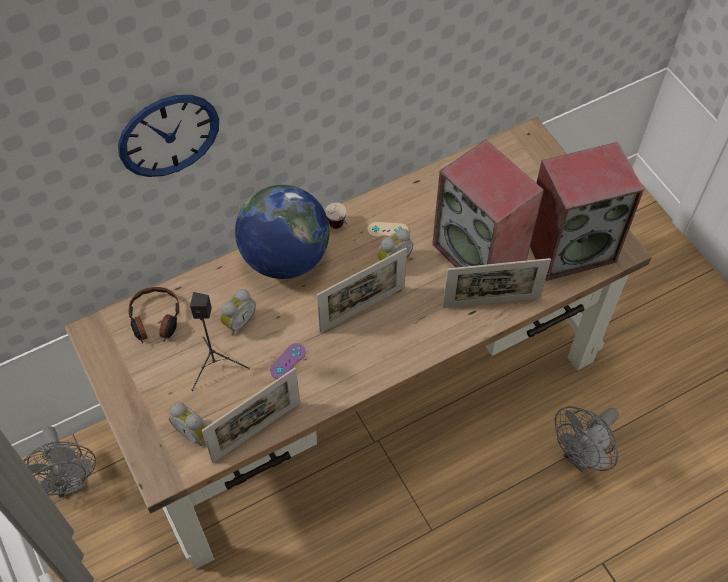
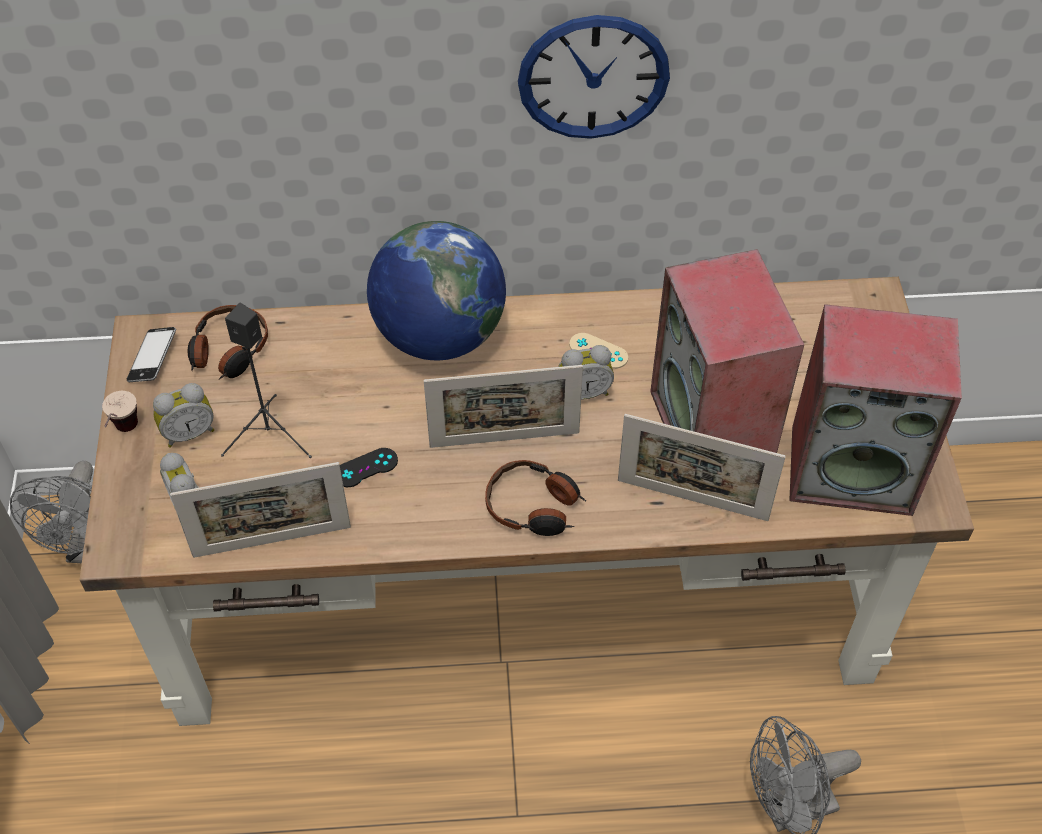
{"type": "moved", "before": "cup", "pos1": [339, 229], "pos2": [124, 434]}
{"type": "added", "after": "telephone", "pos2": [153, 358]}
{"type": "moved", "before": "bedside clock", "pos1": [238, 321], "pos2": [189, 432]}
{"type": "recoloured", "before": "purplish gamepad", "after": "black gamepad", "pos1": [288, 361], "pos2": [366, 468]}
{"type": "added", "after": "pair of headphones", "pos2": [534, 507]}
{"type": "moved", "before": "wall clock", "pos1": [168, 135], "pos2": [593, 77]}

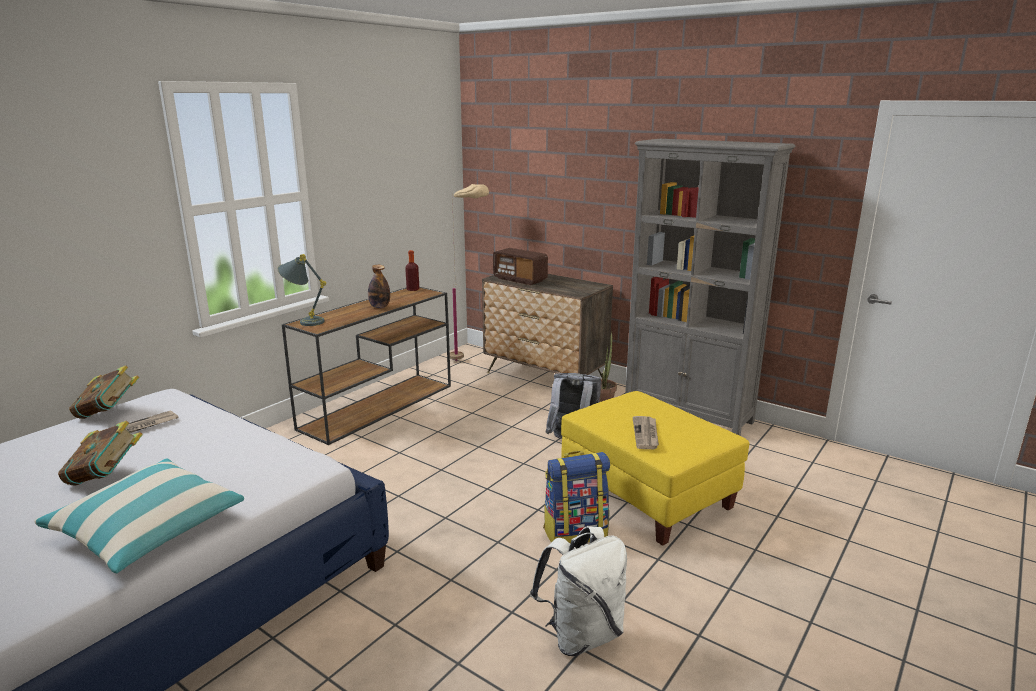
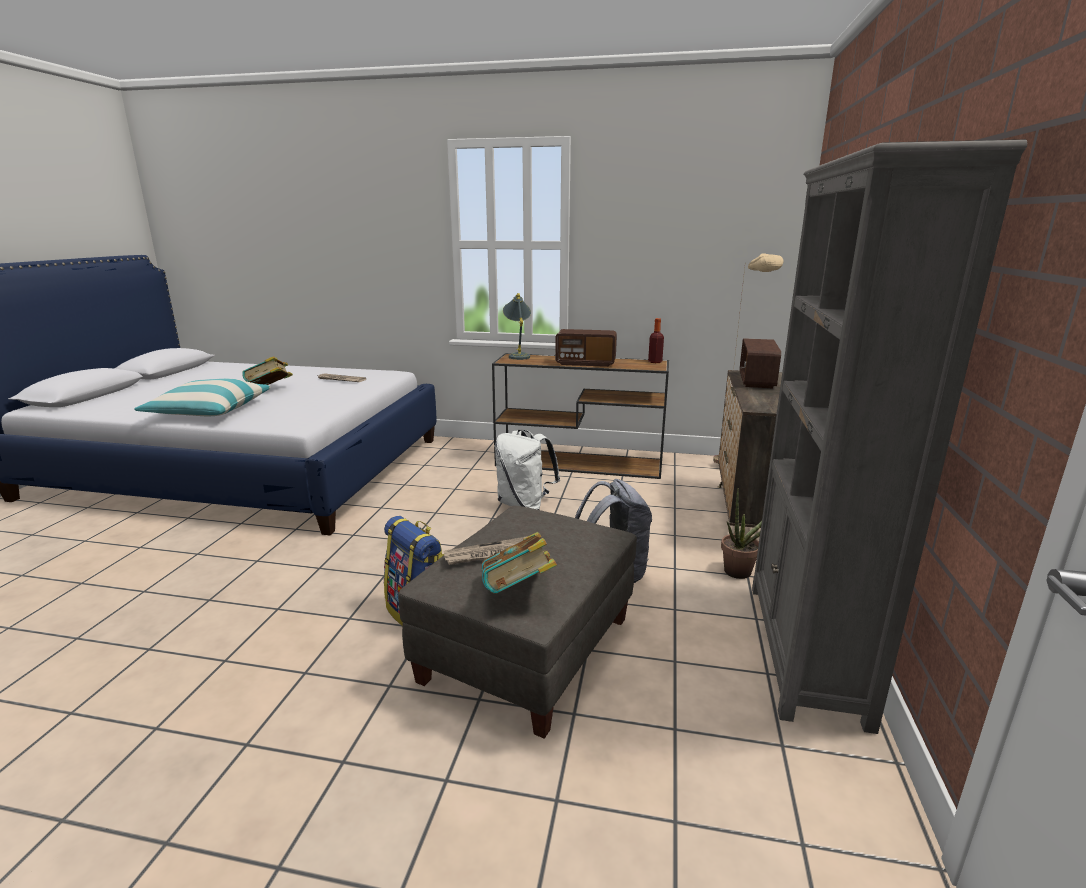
{"type": "recoloured", "before": "yellow footrest", "after": "grey footrest", "pos1": [646, 496], "pos2": [527, 651]}
{"type": "moved", "before": "book", "pos1": [109, 414], "pos2": [518, 592]}
{"type": "moved", "before": "white knapsack", "pos1": [581, 634], "pos2": [525, 505]}
{"type": "replaced", "before": "drink bottle", "after": "radio", "pos1": [379, 307], "pos2": [585, 363]}

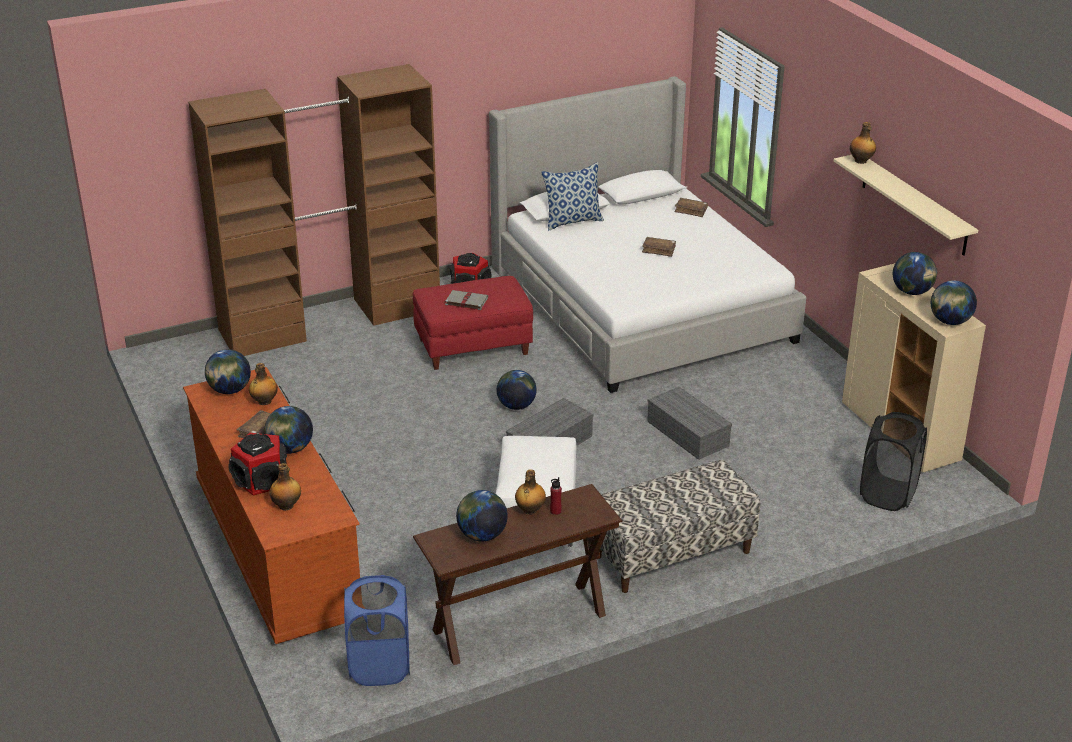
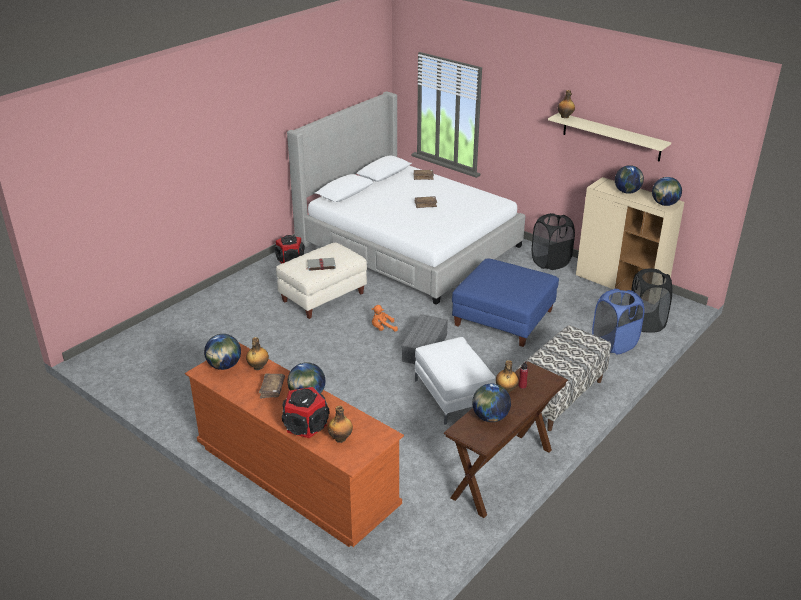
{"type": "recoloured", "before": "reddish footrest", "after": "sand-coloured footrest", "pos1": [473, 346], "pos2": [323, 297]}
{"type": "replaced", "before": "desk globe", "after": "orangey plush toy", "pos1": [516, 406], "pos2": [382, 328]}
{"type": "replaced", "before": "grey storage bin", "after": "blue-coloured footrest", "pos1": [689, 434], "pos2": [504, 317]}
{"type": "added", "after": "black washing basket", "pos2": [550, 262]}
{"type": "moved", "before": "blue-coloured washing basket", "pos1": [380, 666], "pos2": [614, 344]}
{"type": "removed", "before": "brown armoire", "pos1": [331, 319]}
{"type": "removed", "before": "pillow", "pos1": [573, 221]}

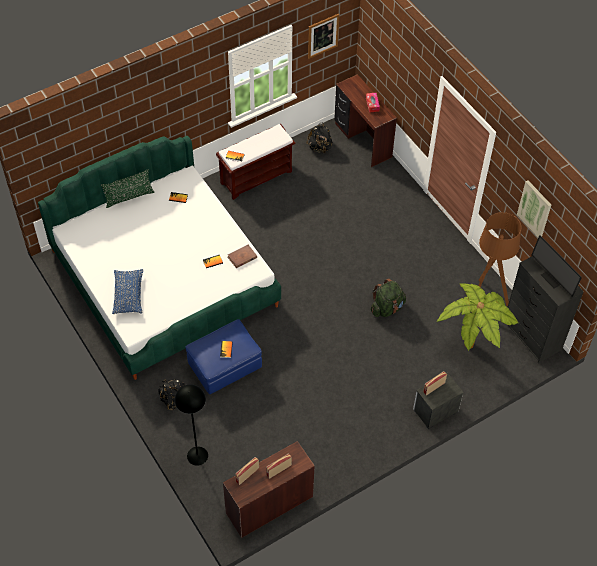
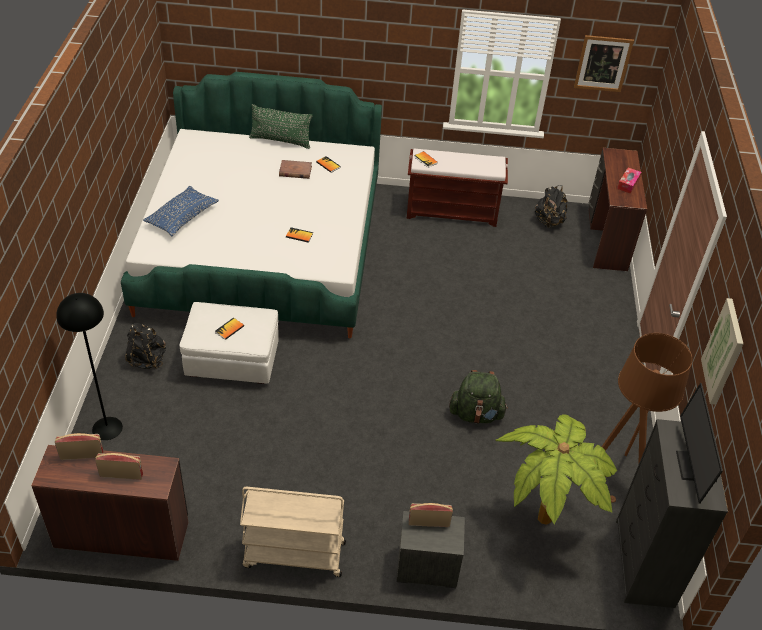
{"type": "recoloured", "before": "blue-coloured footrest", "after": "white footrest", "pos1": [224, 366], "pos2": [232, 360]}
{"type": "added", "after": "sand-coloured trolley", "pos2": [293, 555]}
{"type": "moved", "before": "brown book", "pos1": [242, 257], "pos2": [295, 171]}

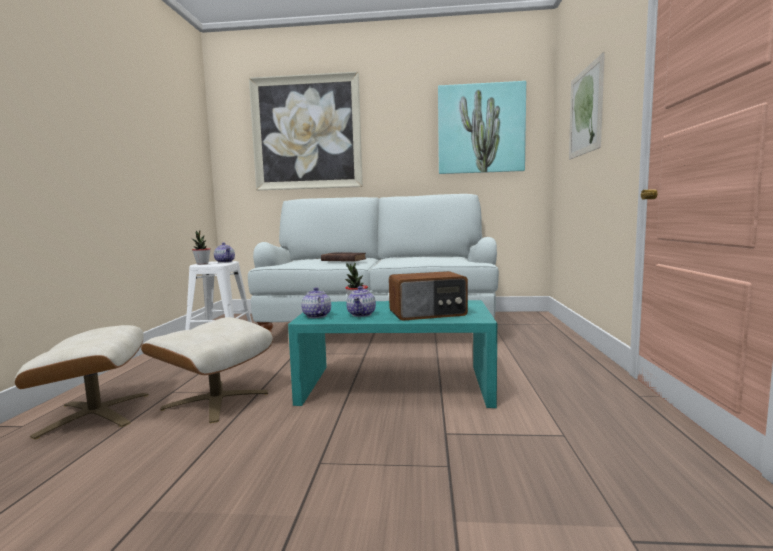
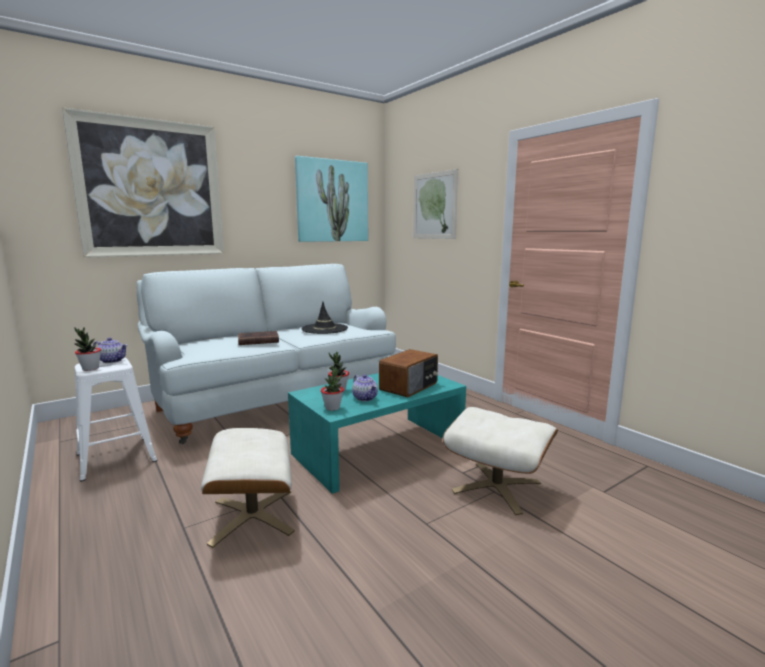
{"type": "added", "after": "black wearable hat", "pos2": [324, 329]}
{"type": "replaced", "before": "pot for tea", "after": "potted plant", "pos1": [316, 316], "pos2": [332, 408]}
{"type": "moved", "before": "sand-coloured footrest", "pos1": [96, 414], "pos2": [497, 486]}

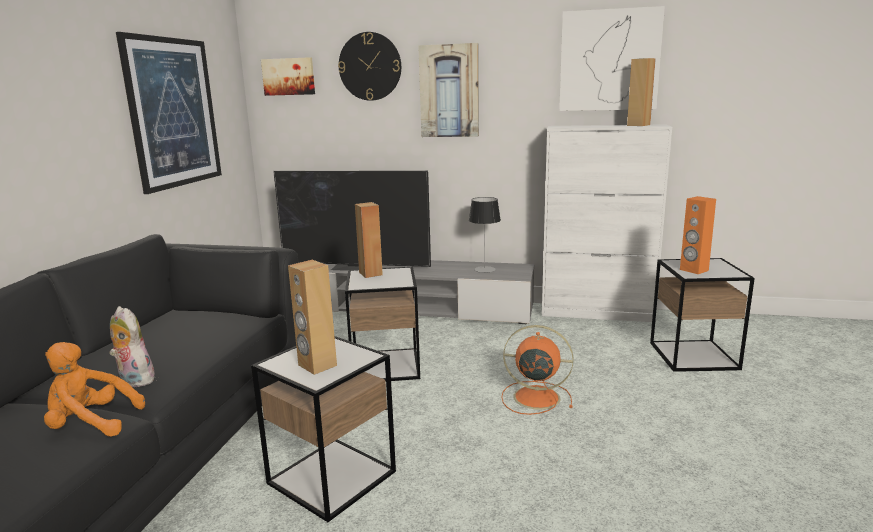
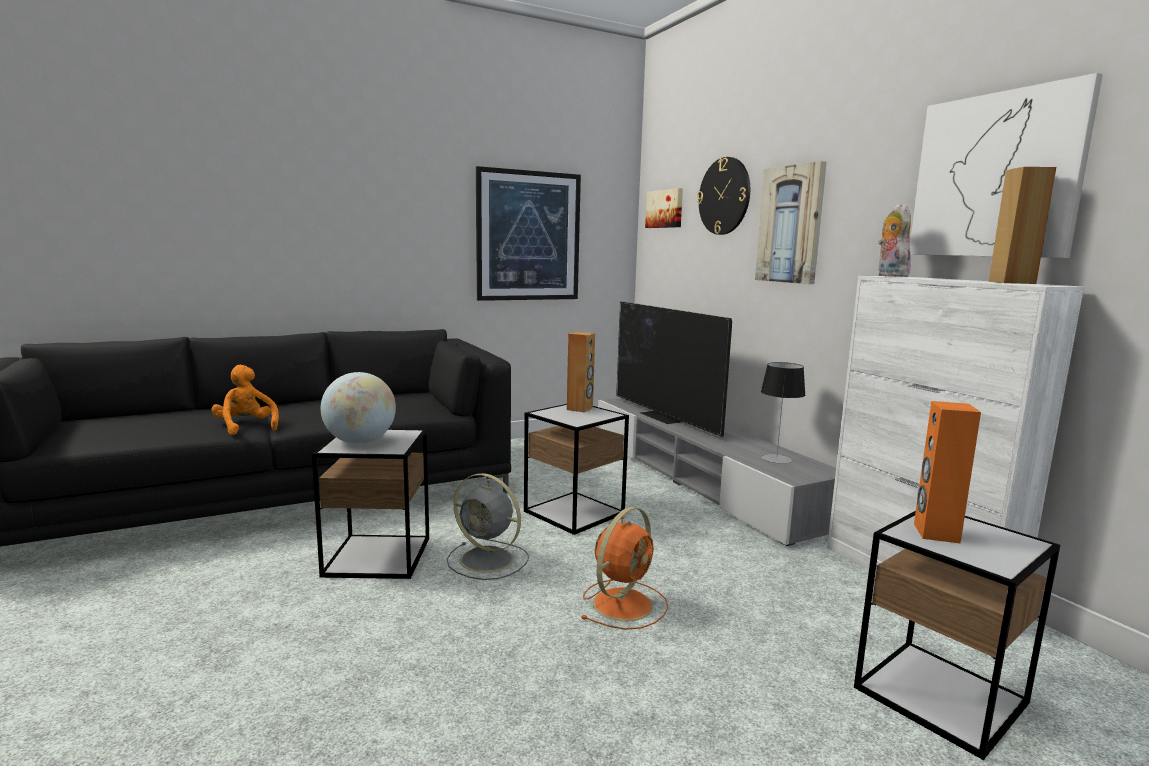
{"type": "replaced", "before": "brown loudspeaker", "after": "desk globe", "pos1": [317, 365], "pos2": [360, 442]}
{"type": "added", "after": "grey cooling fan", "pos2": [488, 560]}
{"type": "turned", "before": "orangey cooling fan", "pos1": [534, 397], "pos2": [624, 603], "turn": 60}
{"type": "moved", "before": "plush toy", "pos1": [134, 380], "pos2": [889, 276]}

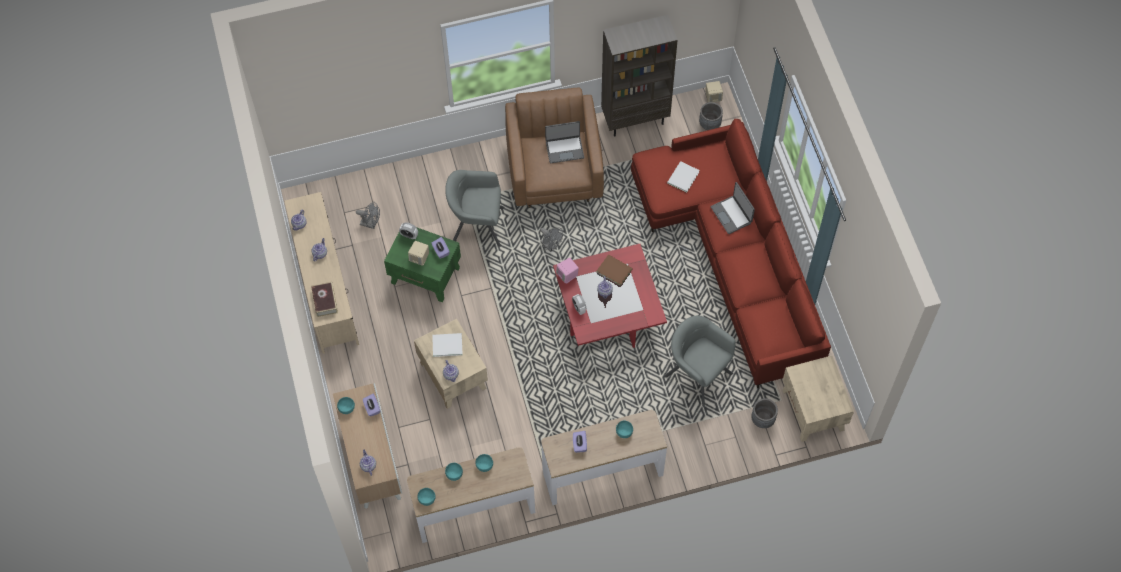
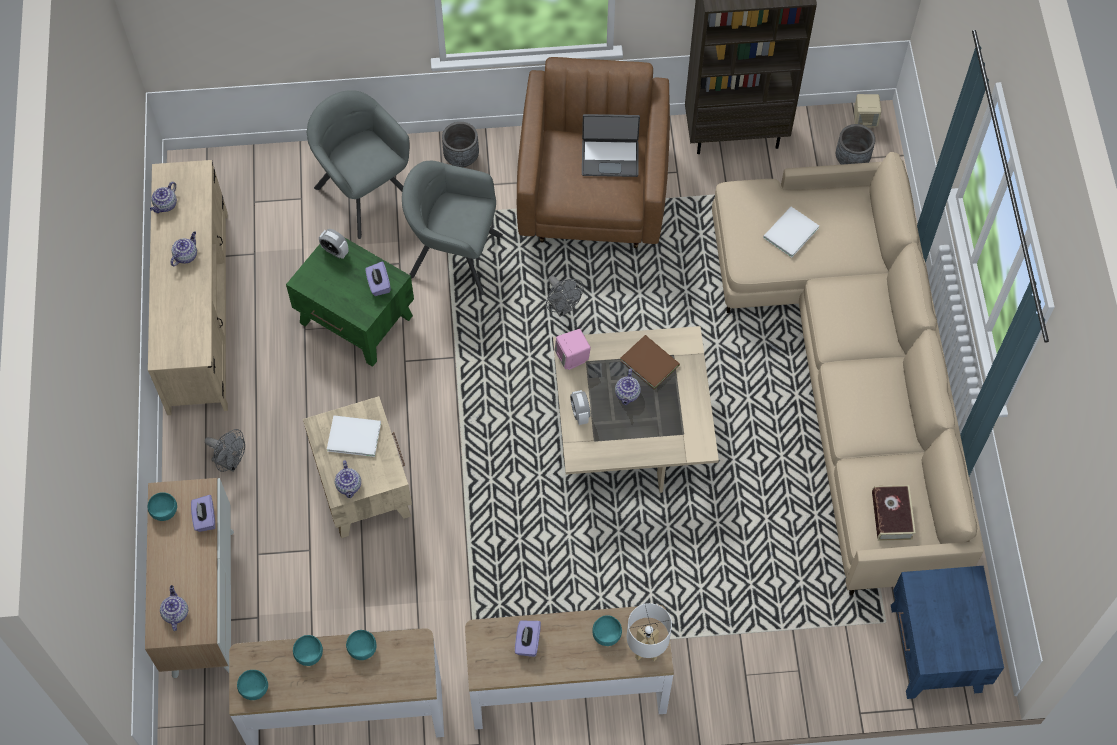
{"type": "moved", "before": "grey cooling fan", "pos1": [371, 224], "pos2": [230, 462]}
{"type": "moved", "before": "grey easy chair", "pos1": [698, 374], "pos2": [365, 193]}
{"type": "moved", "before": "grey planter", "pos1": [762, 419], "pos2": [461, 157]}
{"type": "recoloured", "before": "reddish low table", "after": "sand-coloured low table", "pos1": [608, 313], "pos2": [631, 430]}
{"type": "added", "after": "white table lamp", "pos2": [646, 650]}
{"type": "recoloured", "before": "reddish couch", "after": "sand-coloured couch", "pos1": [732, 255], "pos2": [849, 372]}
{"type": "moved", "before": "book", "pos1": [325, 301], "pos2": [891, 516]}
{"type": "recoloured", "before": "sand-coloured accent table", "after": "blue-coloured accent table", "pos1": [812, 410], "pos2": [935, 649]}
{"type": "removed", "before": "sand-coloured loudspeaker", "pos1": [419, 258]}
{"type": "removed", "before": "portable computer", "pos1": [732, 215]}

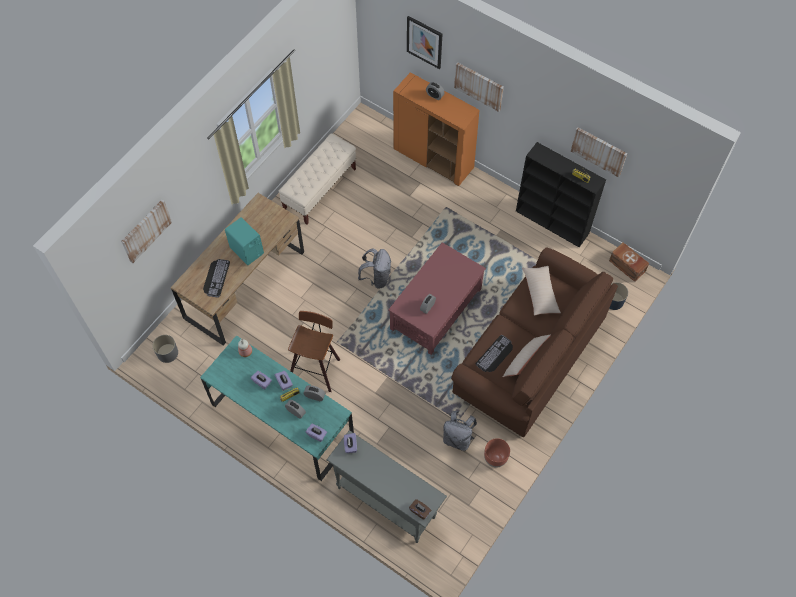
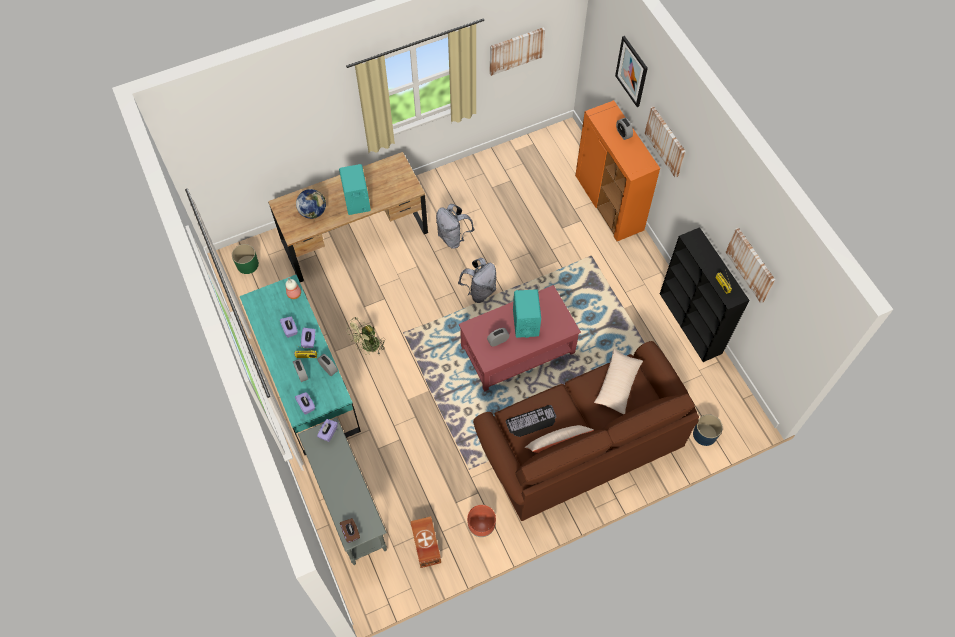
{"type": "recoloured", "before": "grey planter", "after": "green-coloured planter", "pos1": [168, 353], "pos2": [247, 264]}
{"type": "replaced", "before": "PC keyboard", "after": "desk globe", "pos1": [215, 277], "pos2": [313, 212]}
{"type": "replaced", "before": "stool seat", "after": "green-coloured cooling fan", "pos1": [316, 368], "pos2": [368, 347]}
{"type": "moved", "before": "brown storage bin", "pos1": [627, 266], "pos2": [425, 545]}
{"type": "moved", "before": "grey knapsack", "pos1": [457, 438], "pos2": [453, 237]}
{"type": "moved", "before": "wall art", "pos1": [146, 230], "pos2": [516, 50]}
{"type": "added", "after": "blue-green loudspeaker", "pos2": [525, 322]}
{"type": "removed", "before": "sand-coloured indoor bench", "pos1": [320, 189]}

